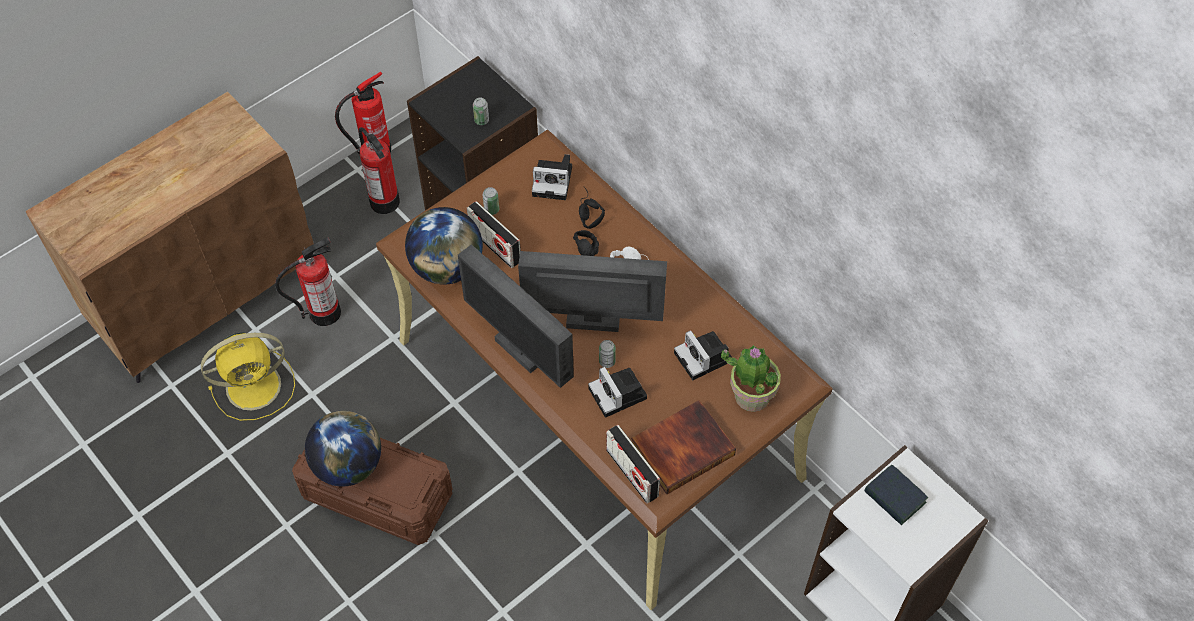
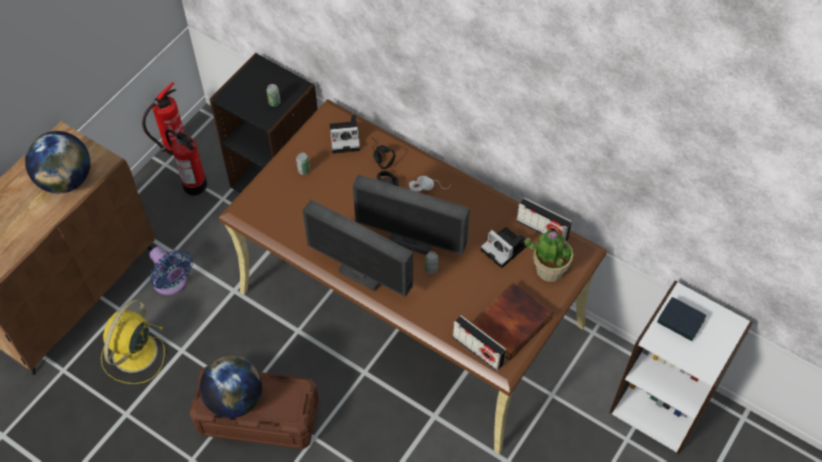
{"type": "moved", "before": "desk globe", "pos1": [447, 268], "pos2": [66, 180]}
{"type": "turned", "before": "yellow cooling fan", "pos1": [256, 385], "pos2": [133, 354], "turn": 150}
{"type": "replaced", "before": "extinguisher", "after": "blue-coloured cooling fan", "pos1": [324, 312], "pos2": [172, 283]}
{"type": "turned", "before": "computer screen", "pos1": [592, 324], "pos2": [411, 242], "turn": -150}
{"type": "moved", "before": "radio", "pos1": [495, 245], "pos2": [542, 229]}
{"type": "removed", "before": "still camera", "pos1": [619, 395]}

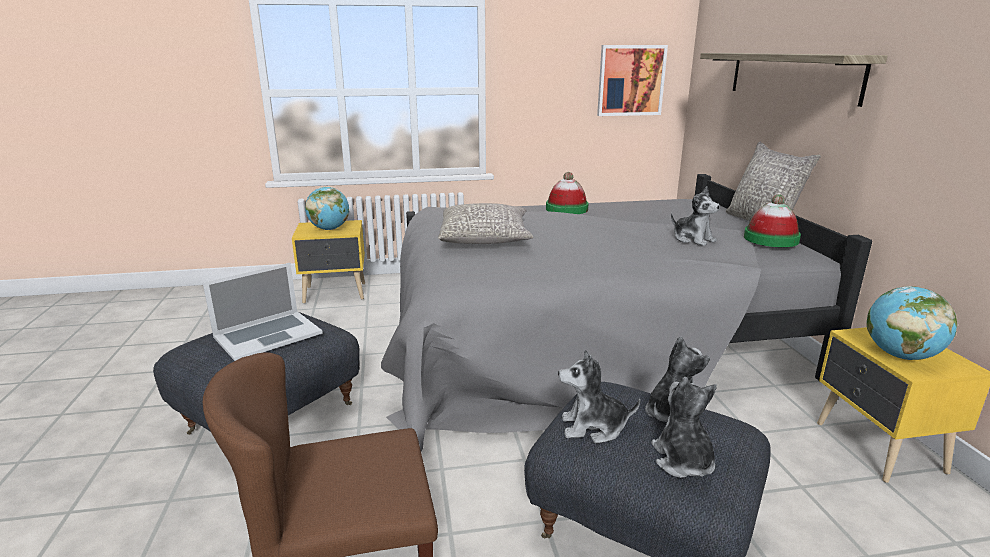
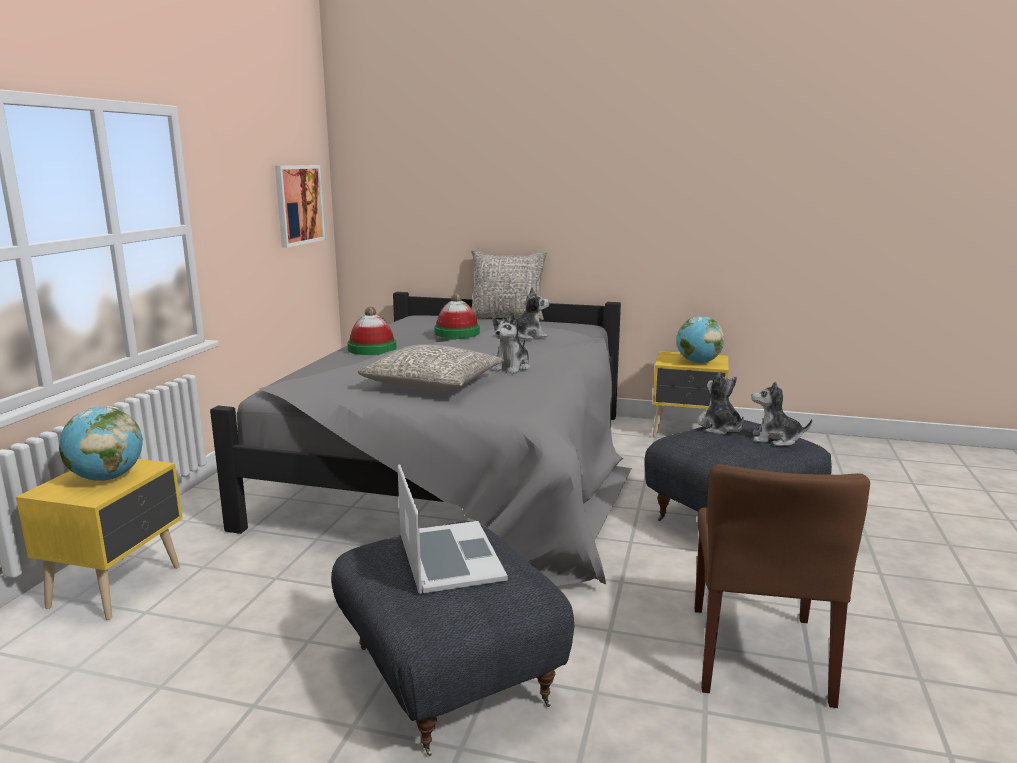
{"type": "moved", "before": "wearable hat", "pos1": [771, 239], "pos2": [457, 333]}
{"type": "moved", "before": "plush toy", "pos1": [593, 427], "pos2": [512, 367]}
{"type": "removed", "before": "shelf", "pos1": [791, 75]}

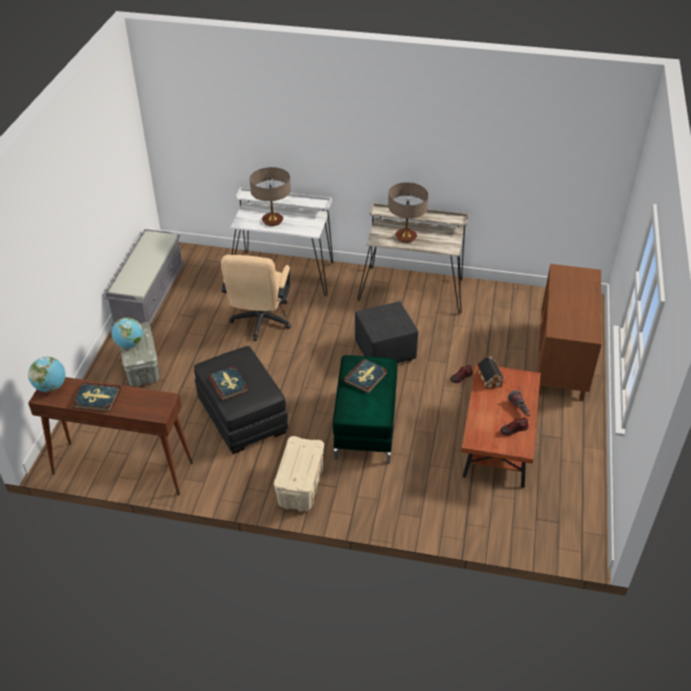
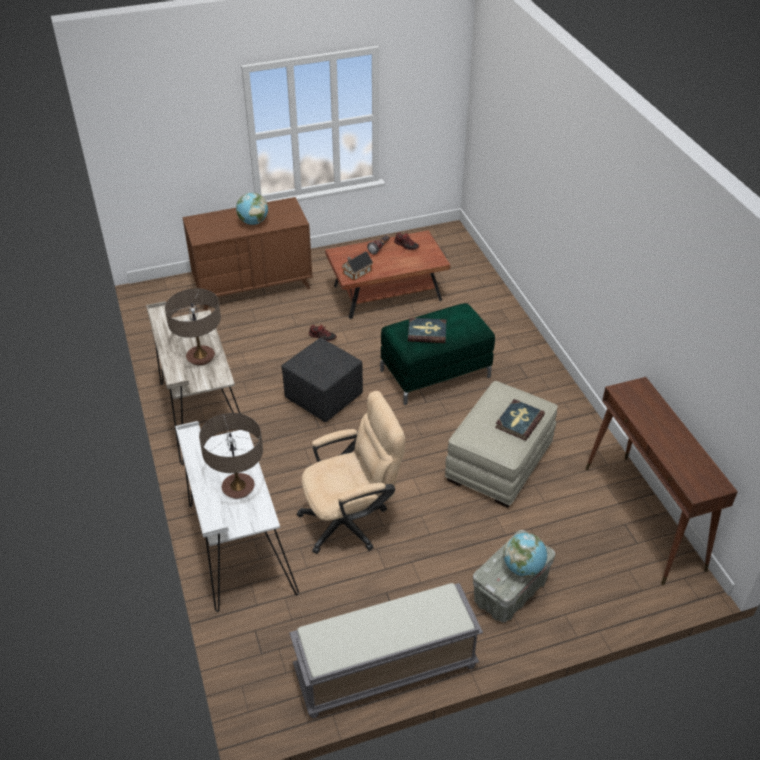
{"type": "moved", "before": "desk globe", "pos1": [51, 387], "pos2": [253, 222]}
{"type": "recoloured", "before": "black footrest", "after": "sand-coloured footrest", "pos1": [242, 416], "pos2": [499, 462]}
{"type": "removed", "before": "book", "pos1": [97, 398]}
{"type": "removed", "before": "sand-coloured storage bin", "pos1": [300, 486]}

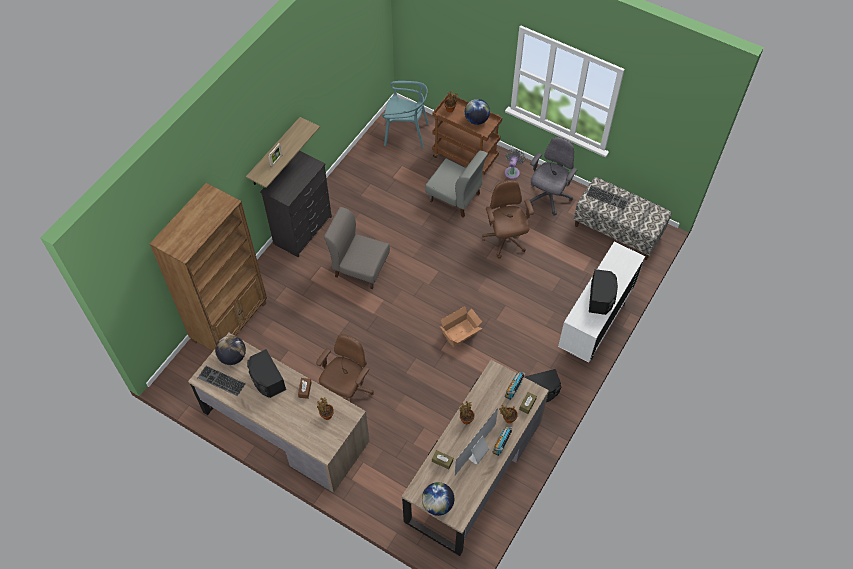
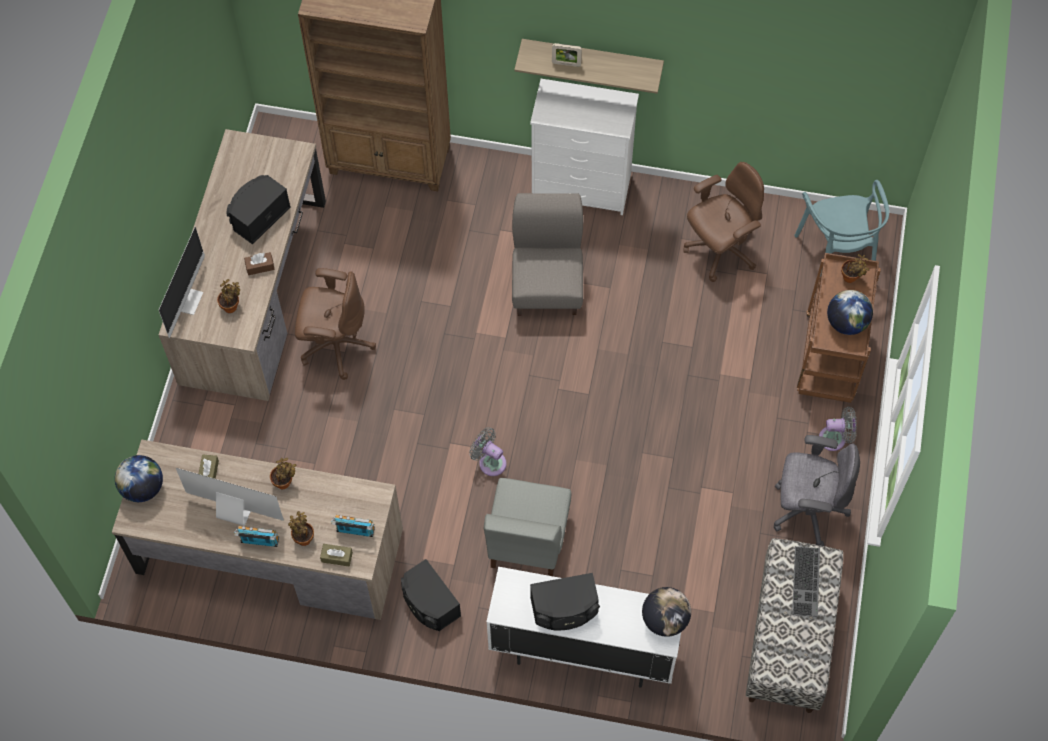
{"type": "added", "after": "computer screen", "pos2": [187, 300]}
{"type": "replaced", "before": "cardboard box", "after": "grey cooling fan", "pos1": [461, 333], "pos2": [490, 461]}
{"type": "moved", "before": "grey upright chair", "pos1": [455, 197], "pos2": [527, 540]}
{"type": "recoloured", "before": "black dresser", "after": "white dresser", "pos1": [303, 230], "pos2": [582, 188]}
{"type": "moved", "before": "desk globe", "pos1": [233, 357], "pos2": [665, 619]}
{"type": "moved", "before": "brown desk chair", "pos1": [505, 240], "pos2": [720, 250]}
{"type": "removed", "before": "PC keyboard", "pos1": [220, 381]}

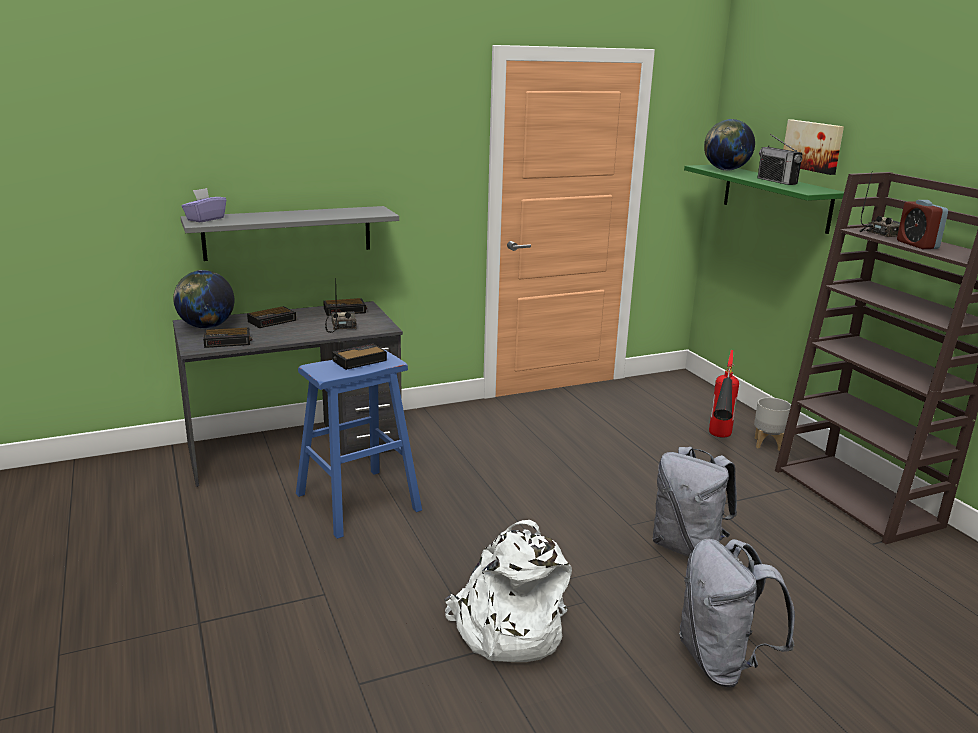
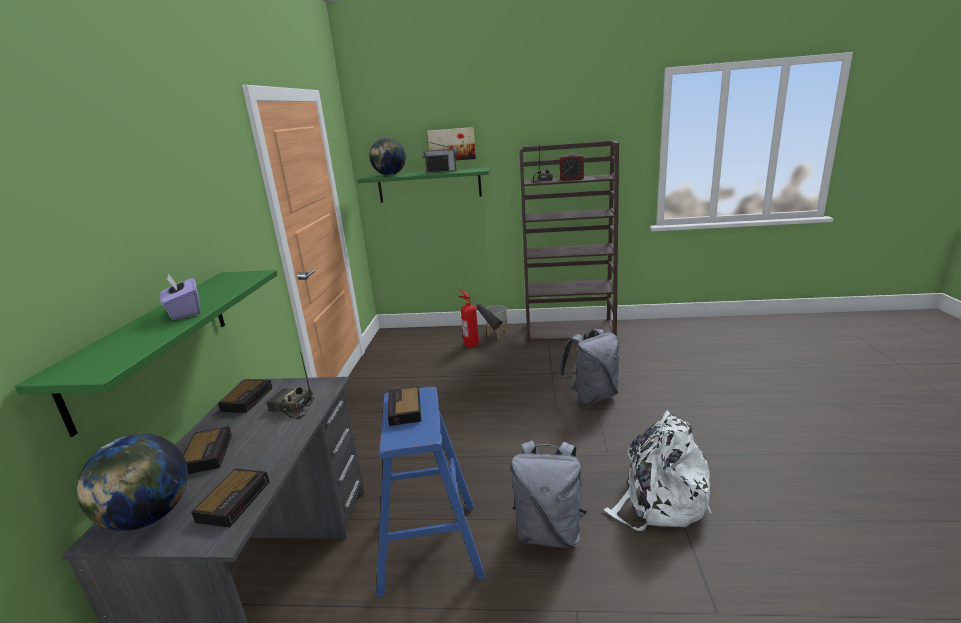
{"type": "recoloured", "before": "grey shelf", "after": "green-coloured shelf", "pos1": [288, 233], "pos2": [153, 342]}
{"type": "moved", "before": "purplish tissue box", "pos1": [205, 219], "pos2": [185, 312]}
{"type": "moved", "before": "grey knapsack", "pos1": [722, 662], "pos2": [549, 532]}

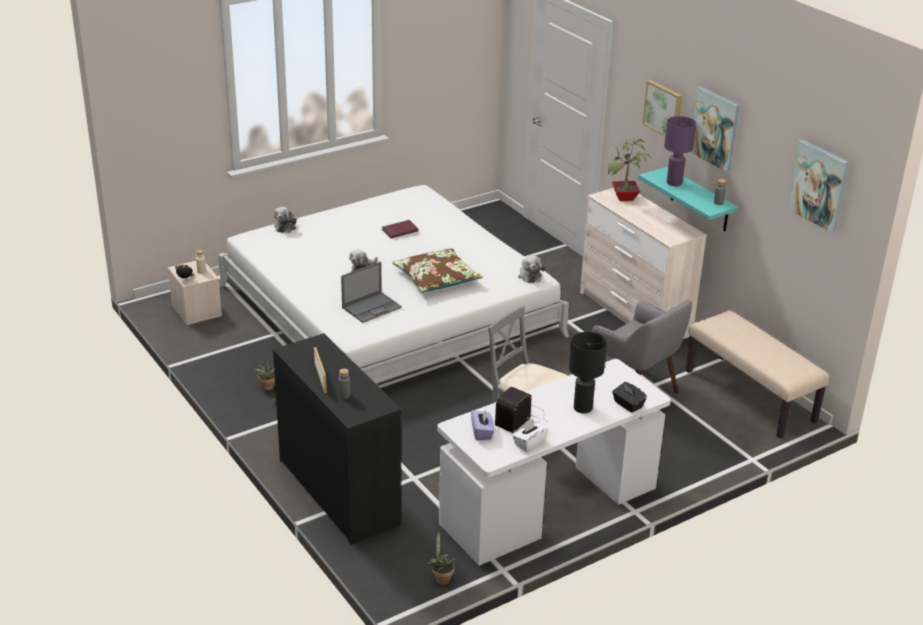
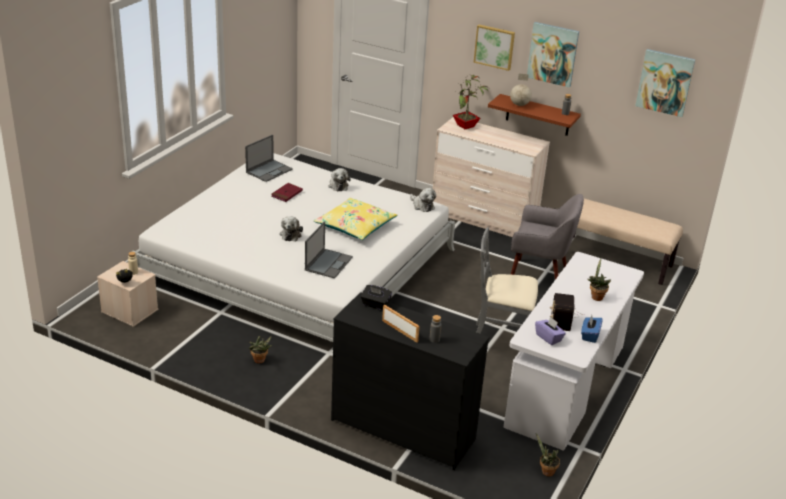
{"type": "added", "after": "portable computer", "pos2": [269, 170]}
{"type": "recoloured", "before": "brown pillow", "after": "yellow pillow", "pos1": [436, 279], "pos2": [355, 226]}
{"type": "moved", "before": "plush toy", "pos1": [286, 226], "pos2": [338, 185]}
{"type": "moved", "before": "black tissue box", "pos1": [628, 405], "pos2": [375, 304]}
{"type": "recoloured", "before": "blue-green shelf", "after": "brown shelf", "pos1": [699, 200], "pos2": [538, 115]}
{"type": "replaced", "before": "purplish table lamp", "after": "desk globe", "pos1": [674, 183], "pos2": [519, 105]}
{"type": "recoloured", "before": "white tissue box", "after": "blue-coloured tissue box", "pos1": [529, 443], "pos2": [590, 335]}
{"type": "replaced", "before": "black table lamp", "after": "potted plant", "pos1": [582, 408], "pos2": [596, 296]}

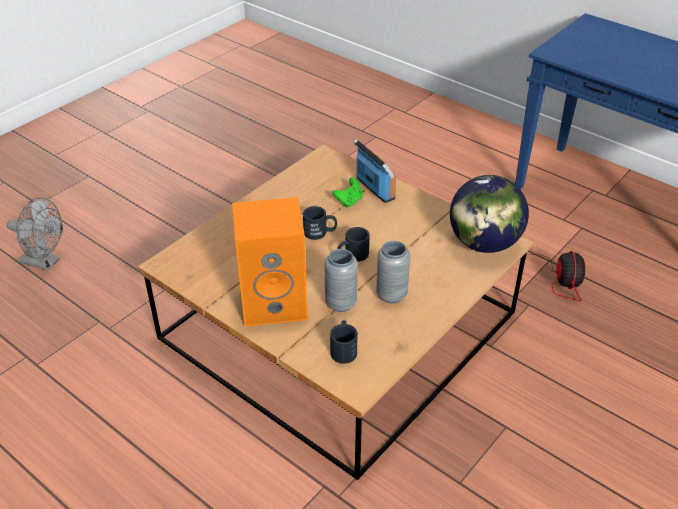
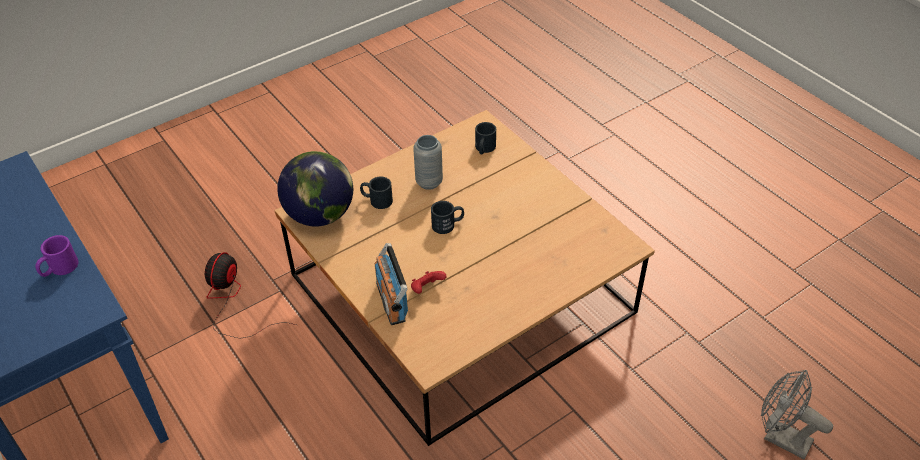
{"type": "added", "after": "purplish tea mug", "pos2": [59, 269]}
{"type": "moved", "before": "black tea mug", "pos1": [320, 232], "pos2": [376, 200]}
{"type": "recoloured", "before": "green-coloured gamepad", "after": "reddish gamepad", "pos1": [349, 201], "pos2": [427, 289]}
{"type": "removed", "before": "orangey loudspeaker", "pos1": [275, 302]}
{"type": "removed", "before": "grey decorative vase", "pos1": [340, 303]}

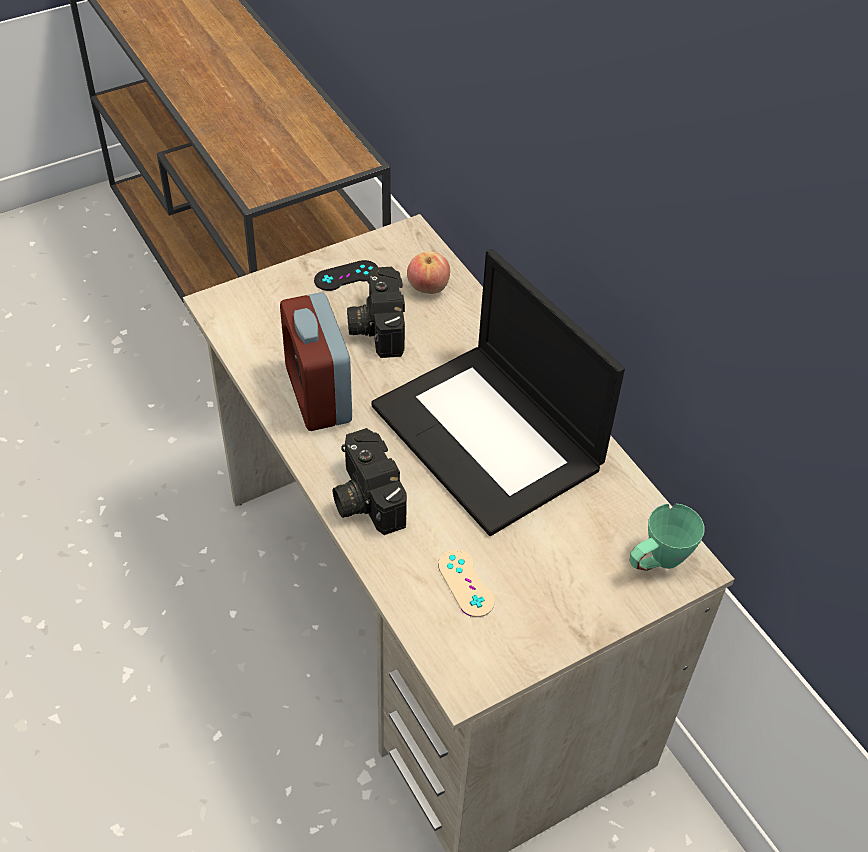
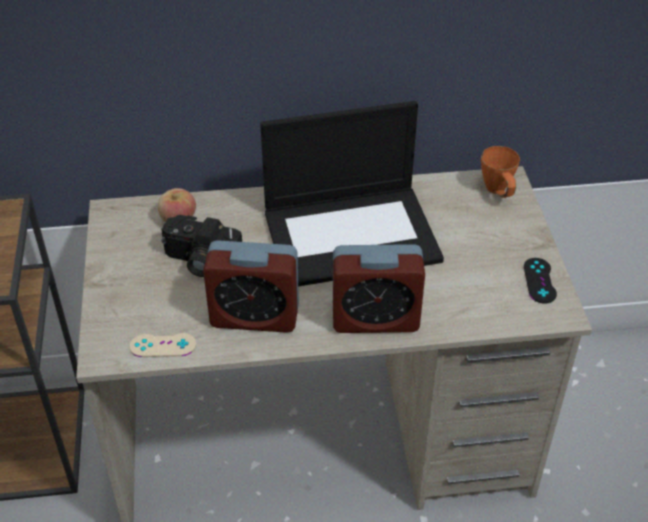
{"type": "moved", "before": "sand-coloured gamepad", "pos1": [466, 583], "pos2": [163, 345]}
{"type": "replaced", "before": "still camera", "after": "bedside clock", "pos1": [364, 497], "pos2": [375, 318]}
{"type": "recoloured", "before": "green-coloured tea mug", "after": "orangey tea mug", "pos1": [656, 563], "pos2": [498, 193]}
{"type": "moved", "before": "black gamepad", "pos1": [346, 276], "pos2": [539, 280]}

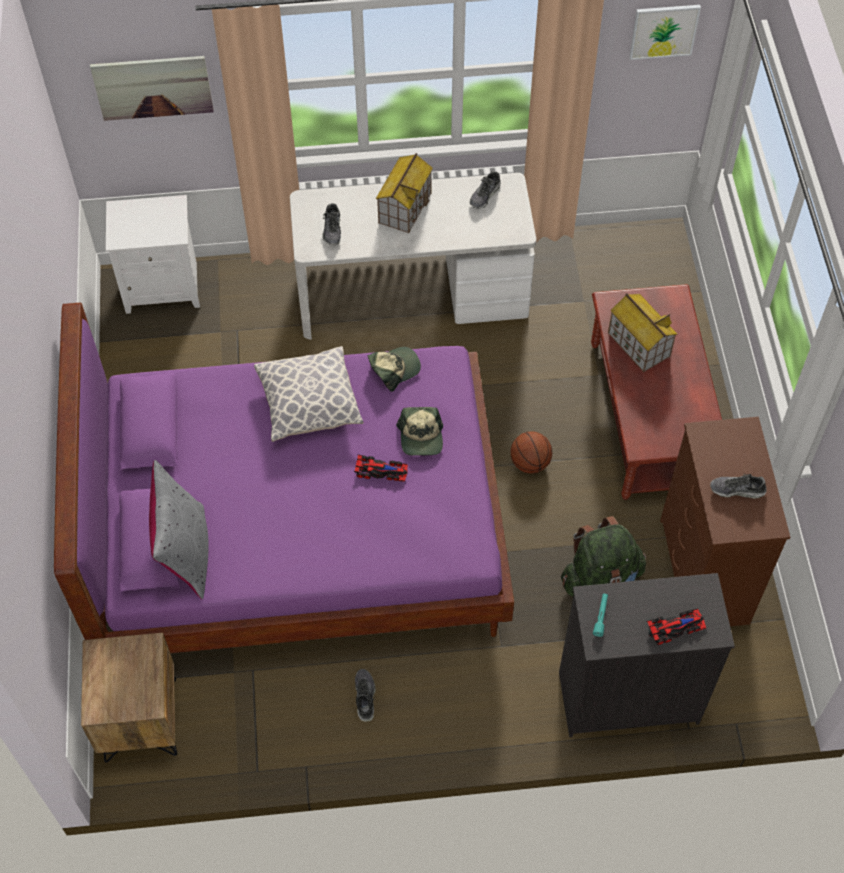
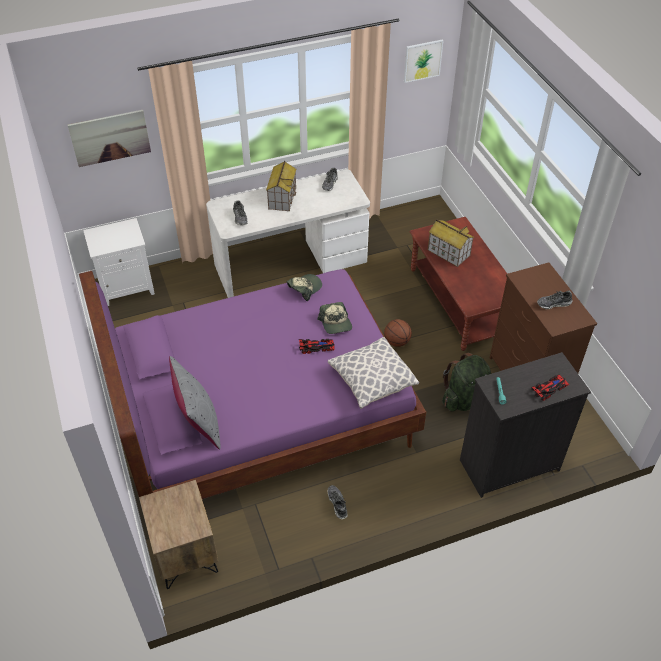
{"type": "moved", "before": "pillow", "pos1": [309, 404], "pos2": [372, 381]}

